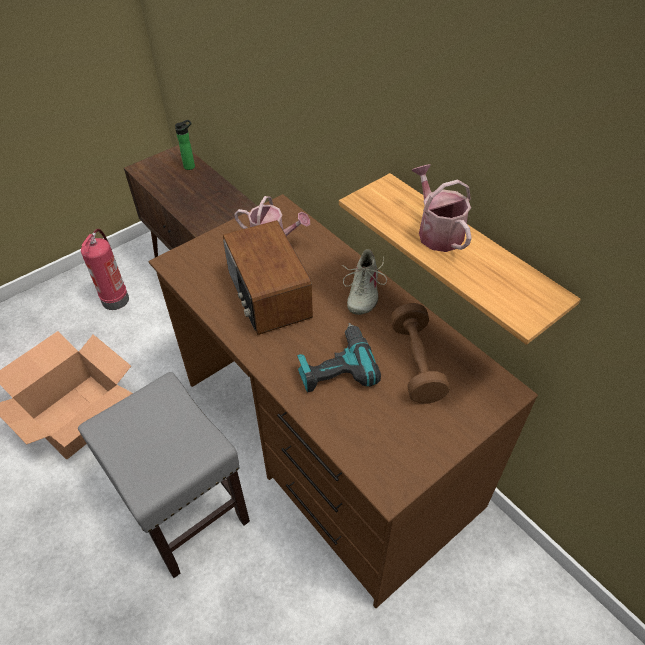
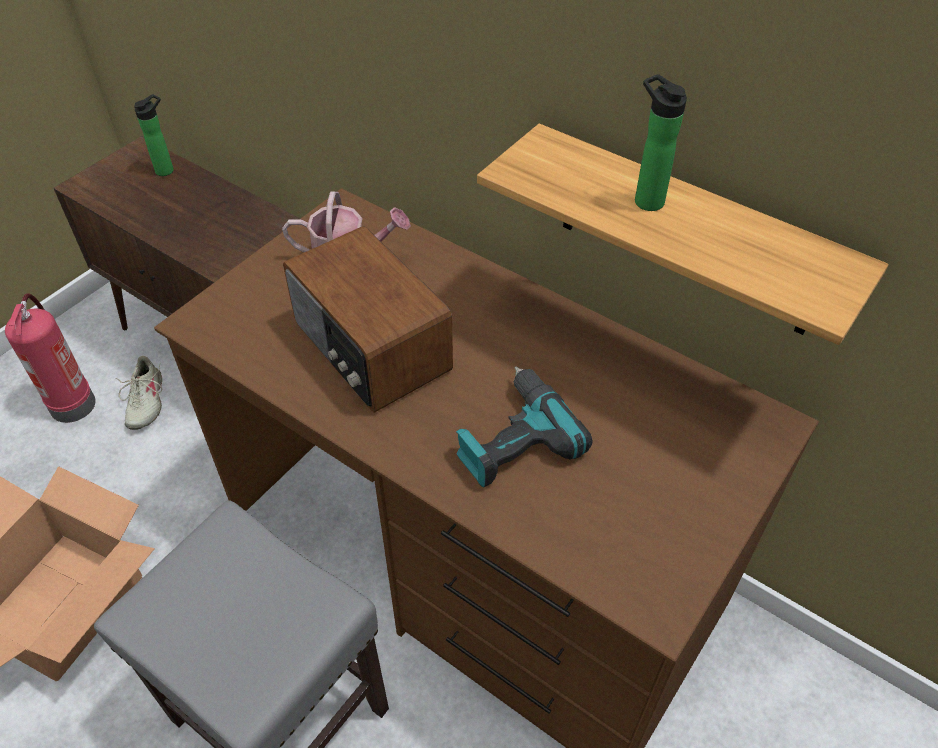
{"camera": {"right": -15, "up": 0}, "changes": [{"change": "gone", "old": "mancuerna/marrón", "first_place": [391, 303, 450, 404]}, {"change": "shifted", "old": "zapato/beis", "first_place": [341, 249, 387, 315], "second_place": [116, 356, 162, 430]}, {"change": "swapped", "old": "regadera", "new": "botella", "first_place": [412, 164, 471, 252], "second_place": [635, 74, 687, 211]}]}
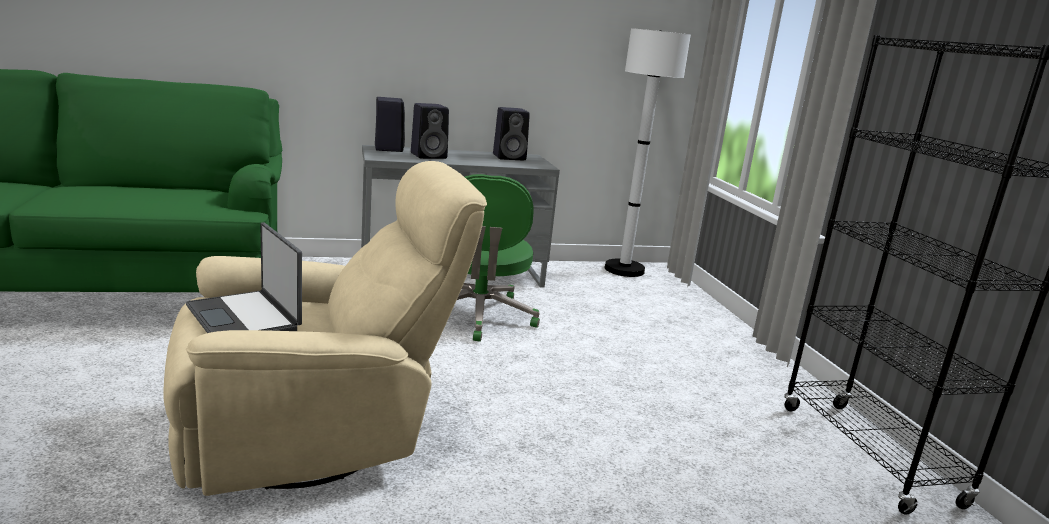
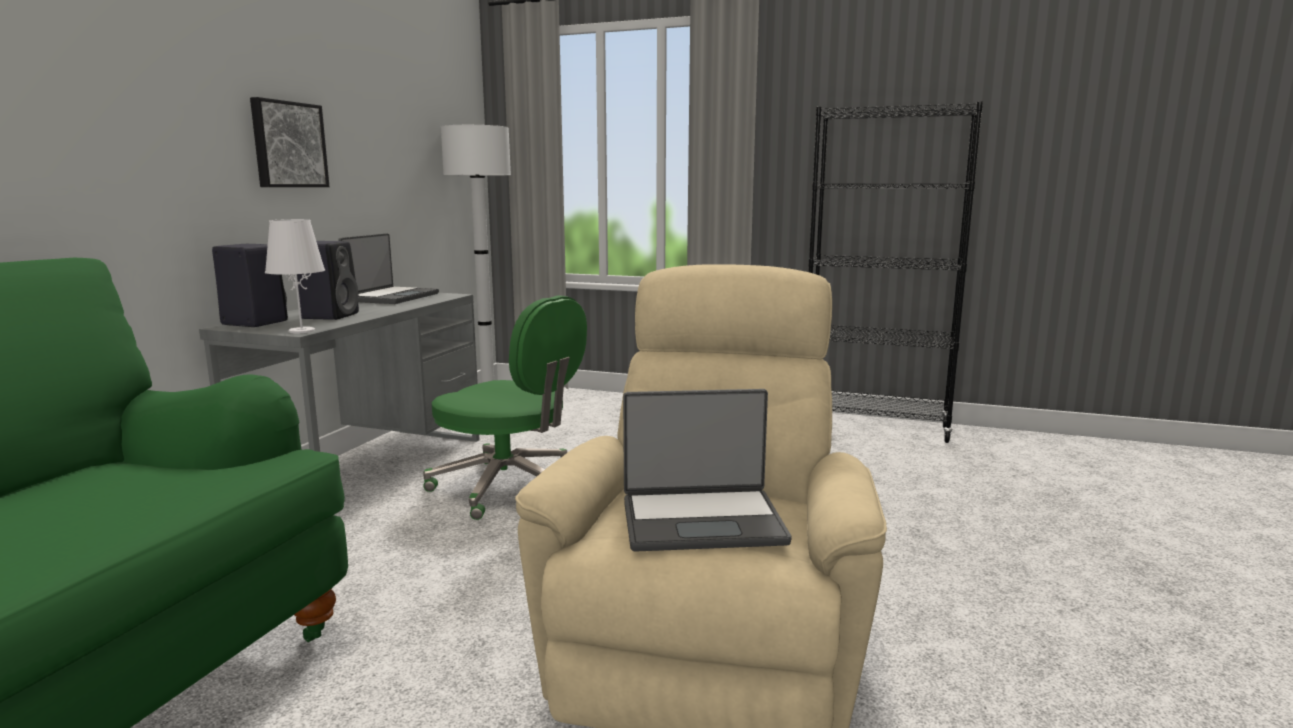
{"camera": {"right": -55, "up": -5}, "changes": [{"change": "new", "new": "cuadro", "second_place": [250, 97, 329, 187]}, {"change": "new", "new": "lámpara de mesa/blanco", "second_place": [265, 219, 325, 334]}, {"change": "swapped", "old": "altavoz/negro", "new": "portátil", "first_place": [493, 107, 530, 160], "second_place": [338, 233, 439, 304]}]}
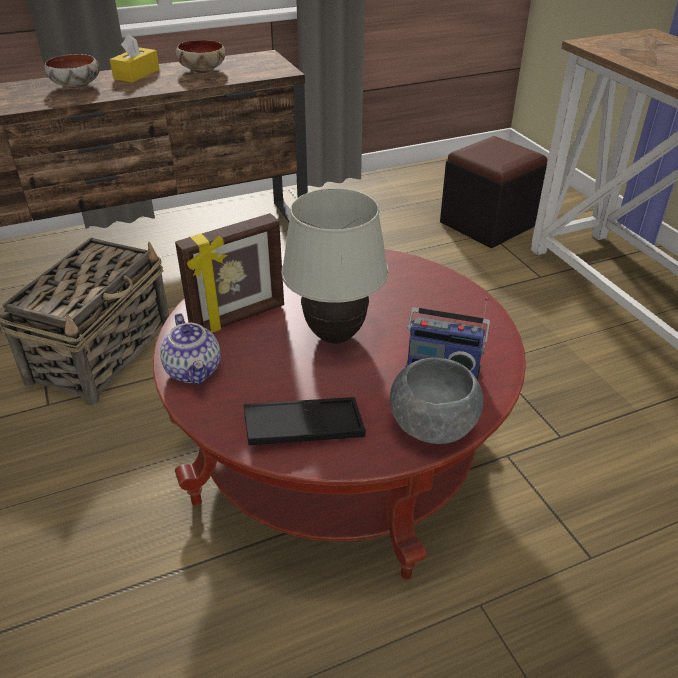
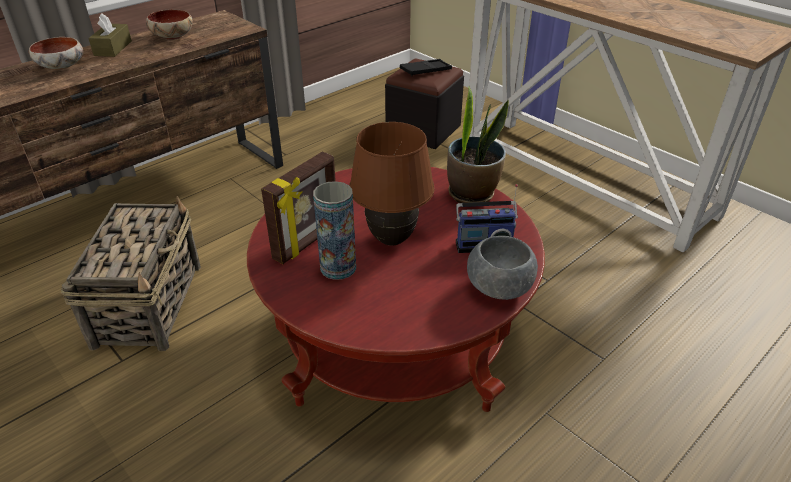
{"camera": {"right": -20, "up": 0}, "changes": [{"change": "gone", "old": "tetera", "first_place": [160, 313, 221, 385]}, {"change": "new", "new": "florero", "second_place": [313, 181, 356, 280]}, {"change": "new", "new": "planta en maceta", "second_place": [447, 87, 509, 203]}, {"change": "shifted", "old": "bandeja/negro", "first_place": [244, 397, 366, 445], "second_place": [400, 59, 452, 76]}, {"change": "repainted", "old": "caja de pañuelos/amarillo", "new": "caja de pañuelos/marrón", "first_place": [110, 34, 160, 83], "second_place": [88, 13, 132, 57]}, {"change": "repainted", "old": "lámpara de mesa/blanco", "new": "lámpara de mesa/marrón", "first_place": [281, 188, 389, 344], "second_place": [349, 122, 434, 245]}]}
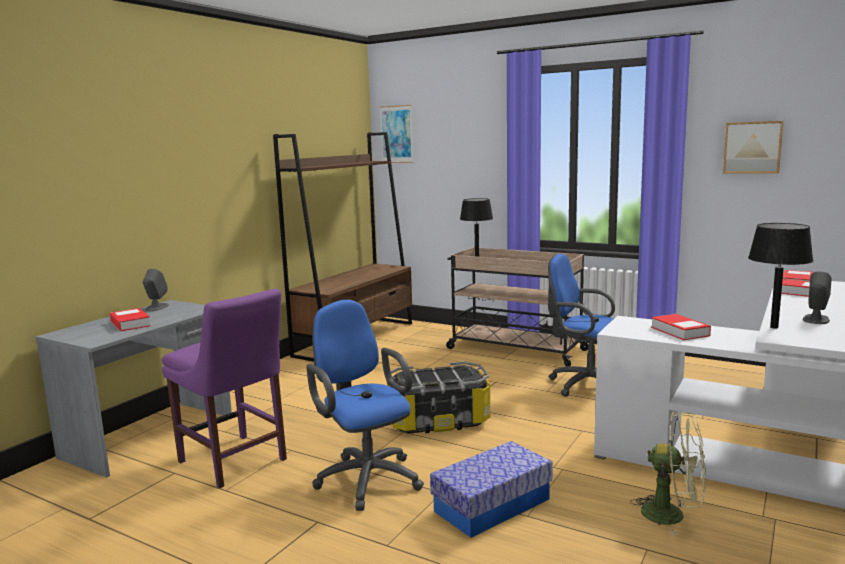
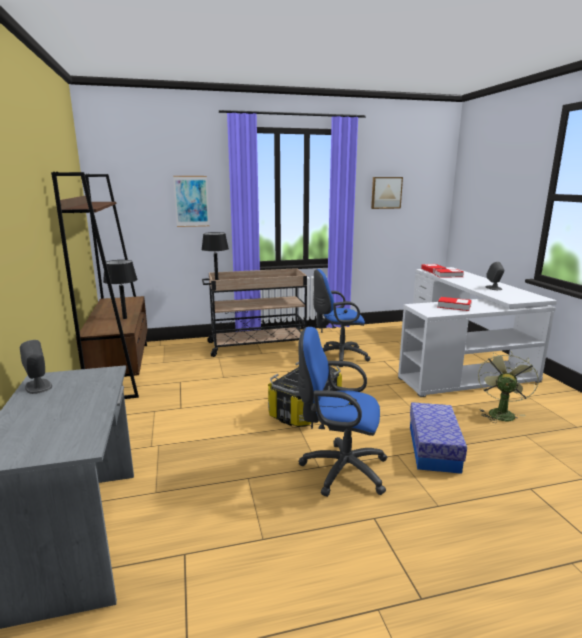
{"camera": {"right": -45, "up": 5}, "changes": [{"change": "gone", "old": "libro", "first_place": [110, 308, 151, 331]}, {"change": "gone", "old": "silla/morado", "first_place": [162, 289, 287, 489]}, {"change": "shifted", "old": "cuadro", "first_place": [380, 105, 413, 163], "second_place": [173, 176, 209, 227]}, {"change": "shifted", "old": "lámpara de mesa/negro", "first_place": [748, 223, 813, 329], "second_place": [103, 260, 138, 319]}, {"change": "rotated", "old": "ventilador/verde", "first_place": [630, 411, 706, 536], "second_place": [478, 351, 538, 423], "degrees": -45}]}
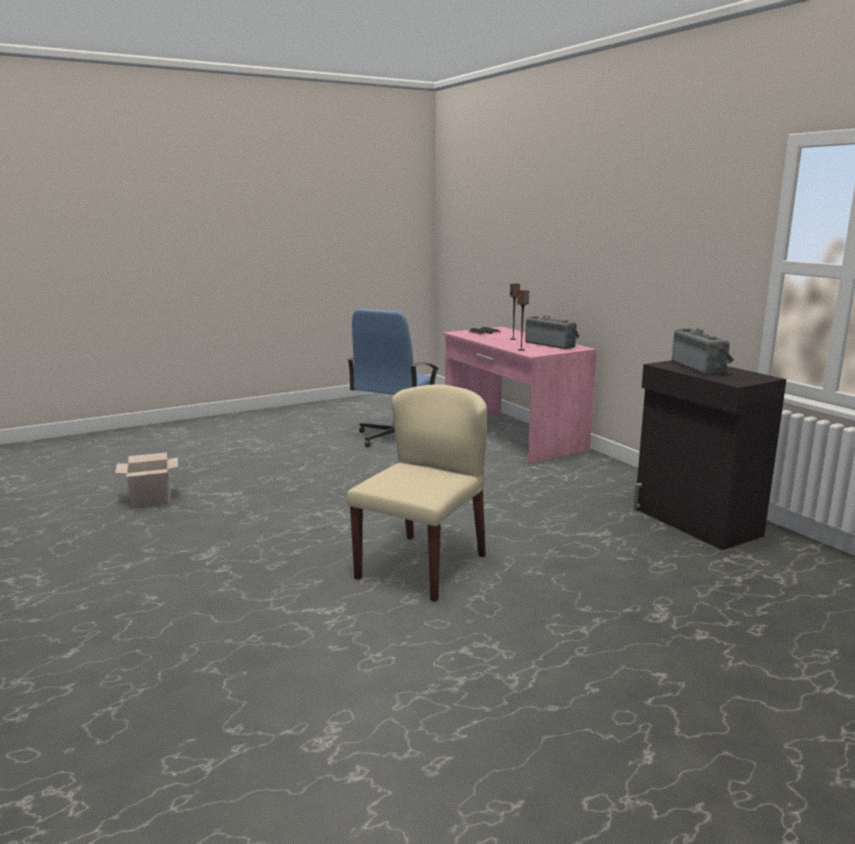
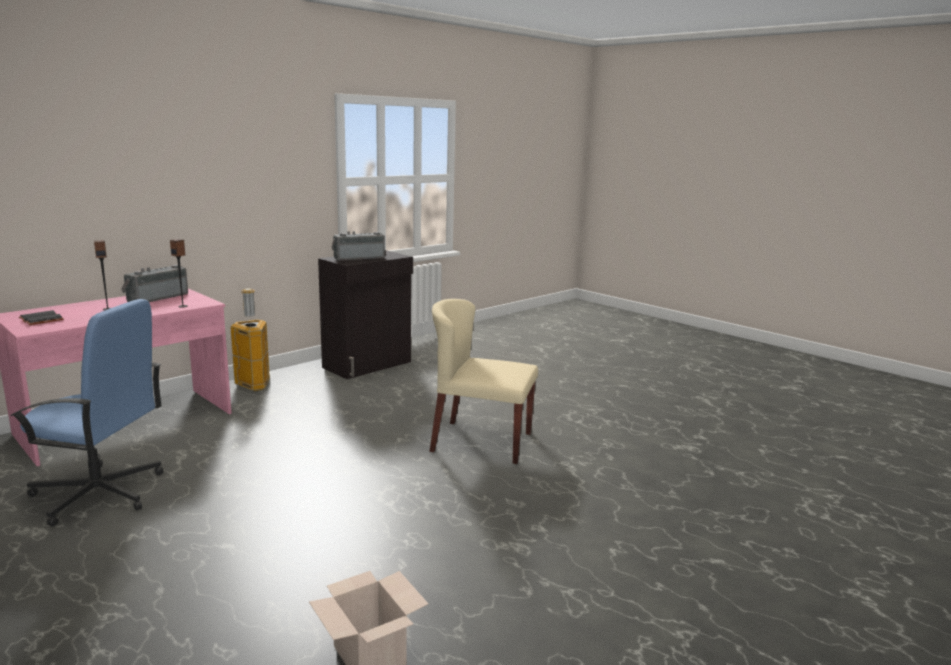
{"camera": {"right": -105, "up": 0}, "changes": [{"change": "new", "new": "papelera", "second_place": [230, 288, 270, 391]}]}
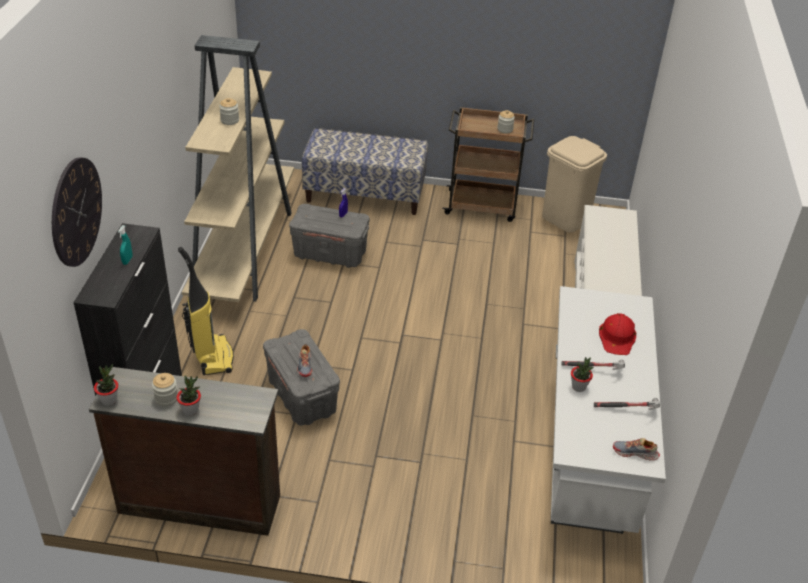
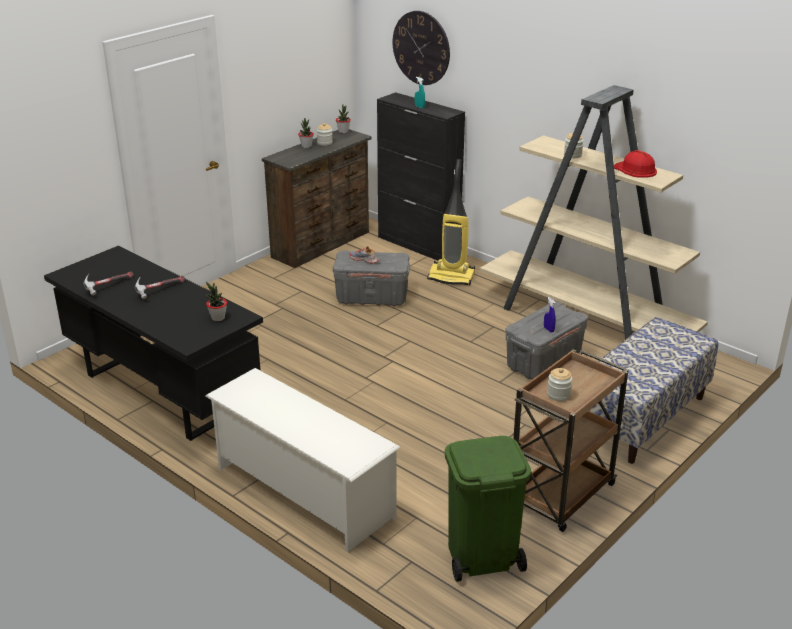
{"camera": {"right": 125, "up": -10}, "changes": [{"change": "gone", "old": "zapato", "first_place": [613, 438, 660, 460]}, {"change": "shifted", "old": "planta en maceta", "first_place": [571, 357, 594, 392], "second_place": [206, 282, 227, 321]}, {"change": "shifted", "old": "casco/rojo", "first_place": [599, 313, 636, 355], "second_place": [614, 150, 657, 178]}, {"change": "repainted", "old": "papelera/beis", "new": "papelera/verde", "first_place": [542, 136, 607, 233], "second_place": [445, 436, 531, 582]}, {"change": "repainted", "old": "escritorio/blanco", "new": "escritorio/negro", "first_place": [551, 286, 666, 534], "second_place": [44, 246, 263, 441]}]}
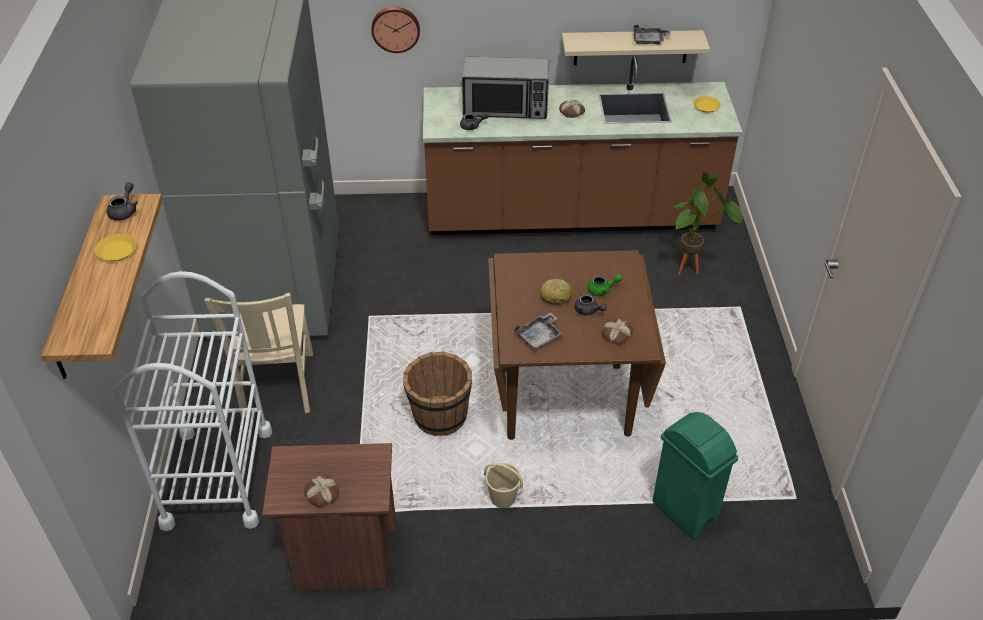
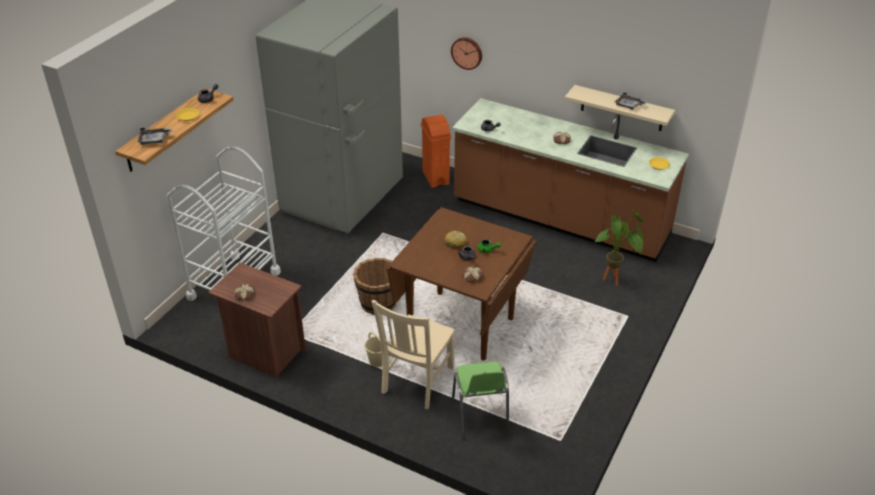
{"camera": {"right": 30, "up": -5}, "changes": [{"change": "gone", "old": "microondas", "first_place": [462, 57, 549, 119]}, {"change": "new", "new": "papelera/naranja", "second_place": [421, 115, 451, 188]}, {"change": "shifted", "old": "silla/beis", "first_place": [204, 293, 313, 417], "second_place": [371, 300, 455, 409]}, {"change": "shifted", "old": "bandeja/gris", "first_place": [515, 313, 563, 350], "second_place": [138, 127, 173, 145]}, {"change": "swapped", "old": "papelera/verde", "new": "silla/verde", "first_place": [653, 412, 738, 539], "second_place": [452, 362, 509, 440]}]}
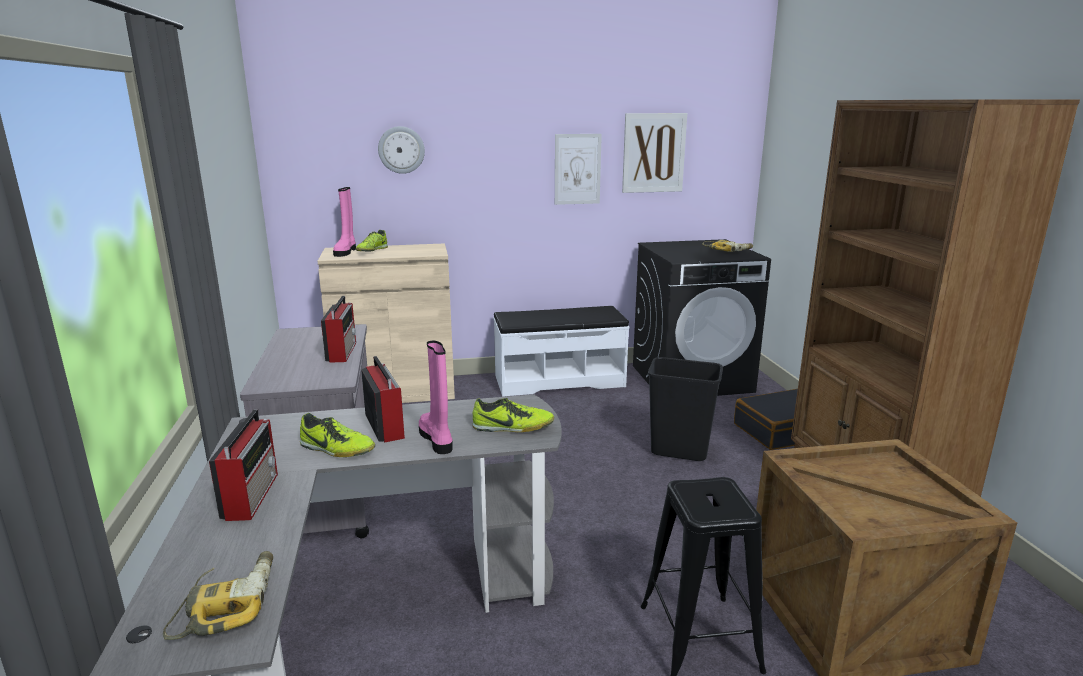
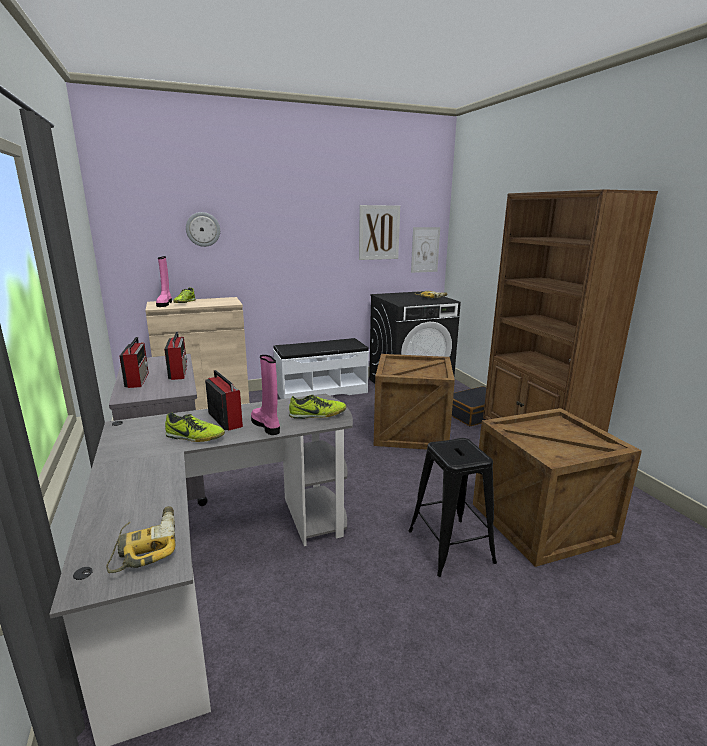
{"camera": {"right": -10, "up": 0}, "changes": [{"change": "shifted", "old": "radio", "first_place": [209, 409, 278, 521], "second_place": [119, 337, 149, 388]}, {"change": "shifted", "old": "cuadro", "first_place": [555, 134, 602, 205], "second_place": [411, 227, 440, 273]}, {"change": "swapped", "old": "papelera/negro", "new": "caja de embalaje", "first_place": [648, 357, 723, 461], "second_place": [374, 354, 455, 450]}]}
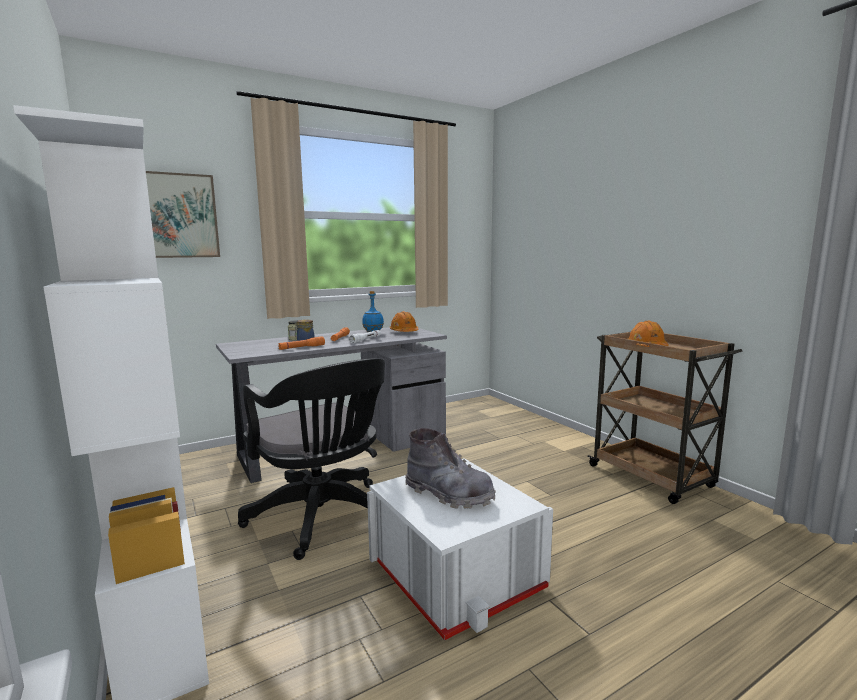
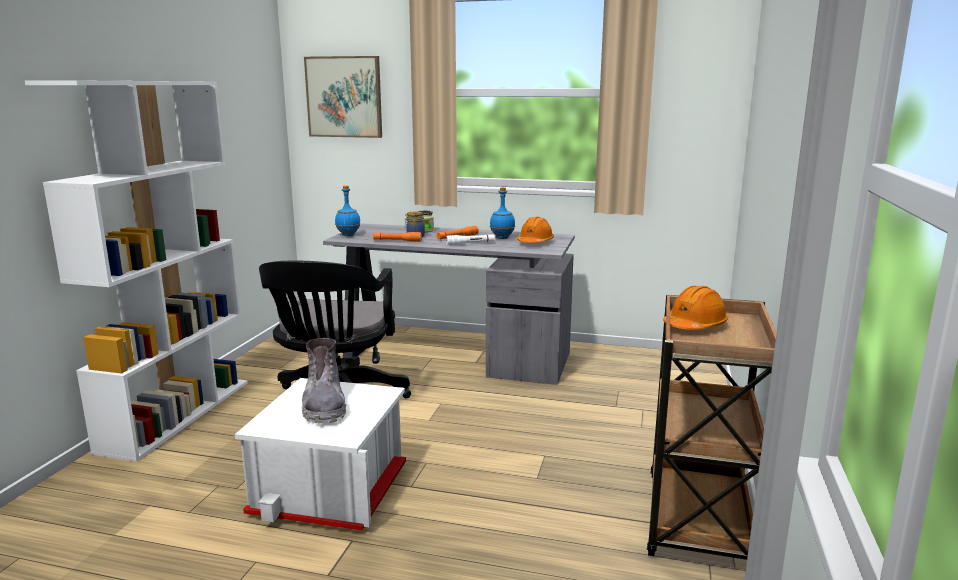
{"camera": {"right": 45, "up": 5}, "changes": [{"change": "new", "new": "botella/azul", "second_place": [335, 186, 361, 236]}]}
